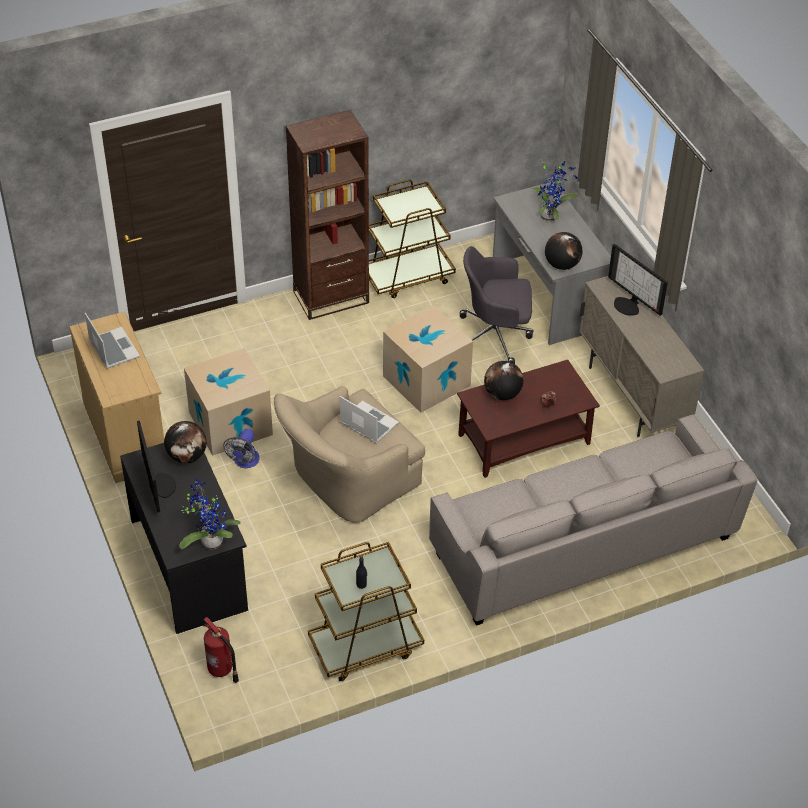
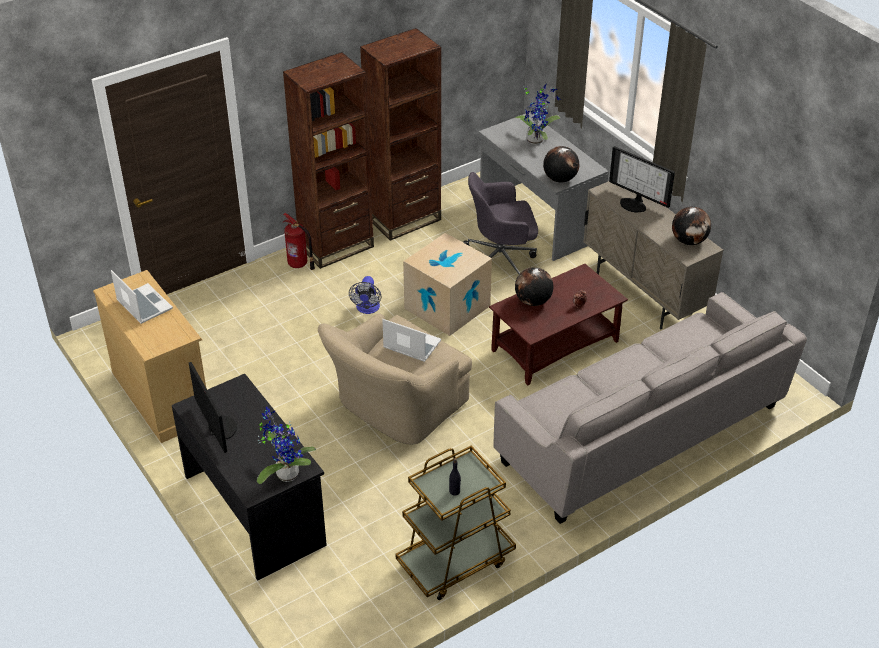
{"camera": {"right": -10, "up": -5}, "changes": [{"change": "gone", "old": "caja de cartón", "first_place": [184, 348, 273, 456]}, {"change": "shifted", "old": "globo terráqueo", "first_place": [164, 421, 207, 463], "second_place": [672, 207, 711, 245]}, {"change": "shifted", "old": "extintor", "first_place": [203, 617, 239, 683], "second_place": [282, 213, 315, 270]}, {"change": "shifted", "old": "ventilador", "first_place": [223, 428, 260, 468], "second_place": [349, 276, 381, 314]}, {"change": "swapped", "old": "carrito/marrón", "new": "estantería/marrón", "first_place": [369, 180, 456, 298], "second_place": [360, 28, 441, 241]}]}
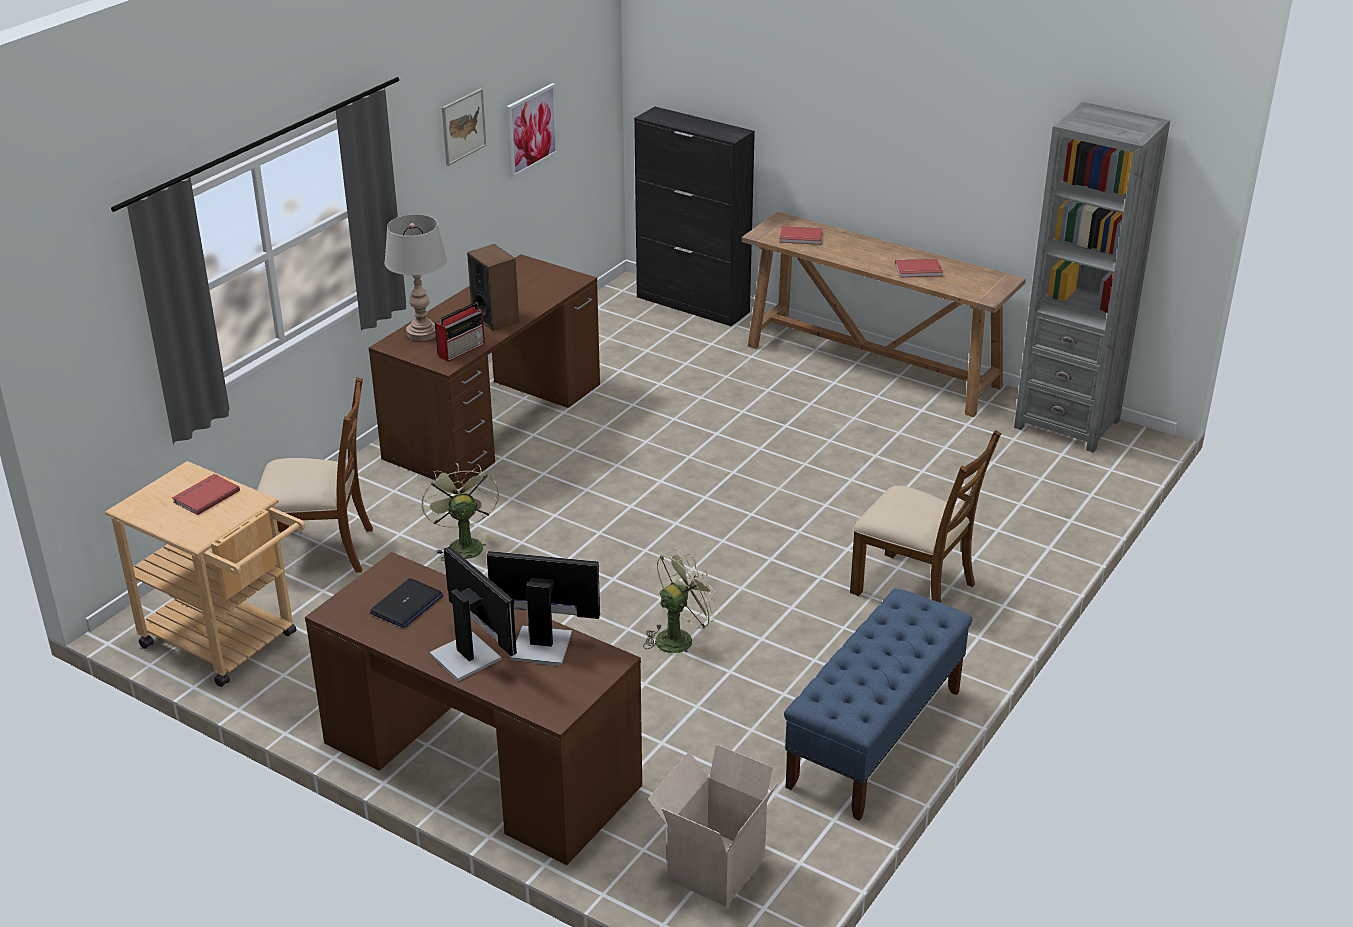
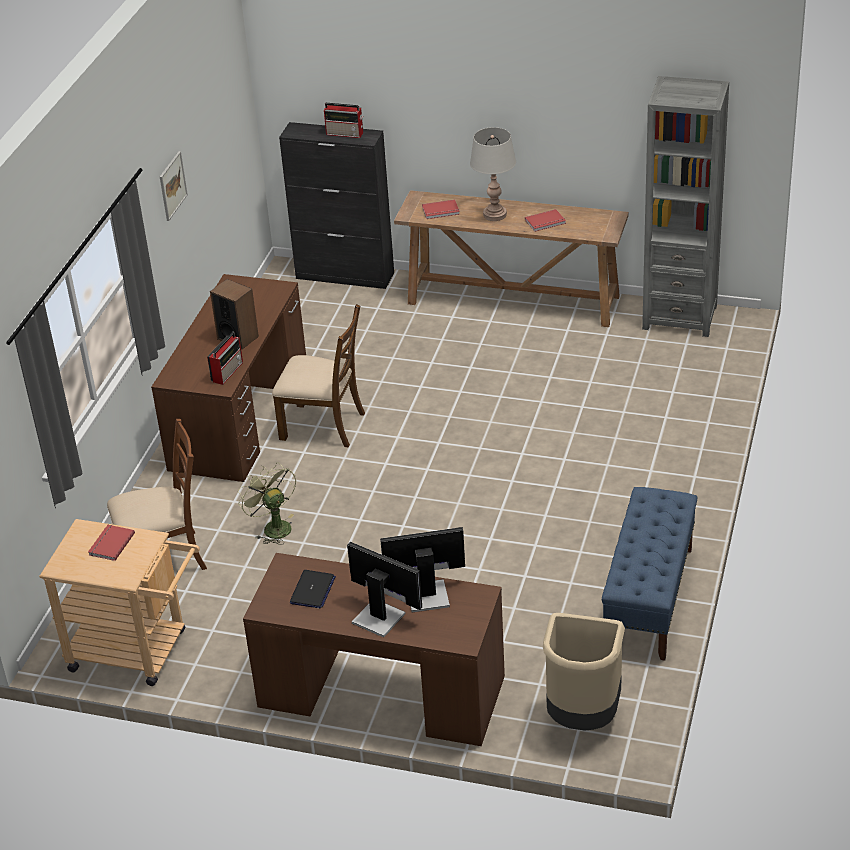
{"camera": {"right": -15, "up": 5}, "changes": [{"change": "gone", "old": "cuadro", "first_place": [506, 83, 558, 178]}, {"change": "gone", "old": "ventilador/verde", "first_place": [643, 549, 721, 653]}, {"change": "new", "new": "radio", "second_place": [324, 103, 363, 138]}, {"change": "shifted", "old": "lámpara de mesa/gris", "first_place": [384, 214, 447, 341], "second_place": [470, 127, 516, 221]}, {"change": "shifted", "old": "silla/marrón", "first_place": [850, 430, 1001, 603], "second_place": [272, 304, 365, 447]}, {"change": "swapped", "old": "caja de cartón", "new": "papelera/beis", "first_place": [648, 744, 778, 907], "second_place": [543, 613, 625, 731]}]}
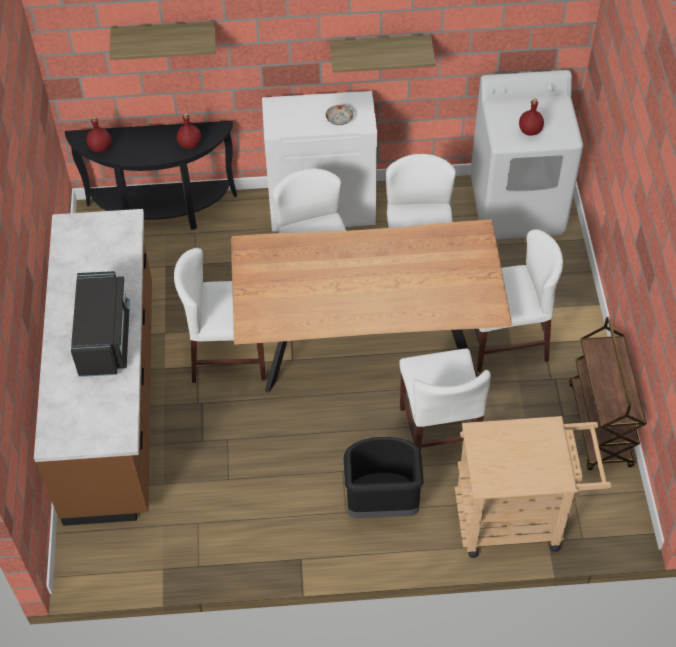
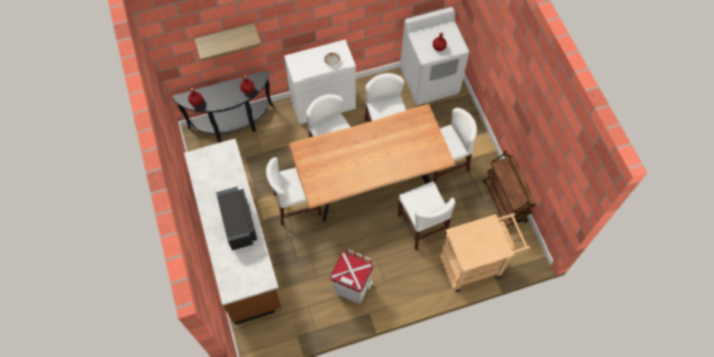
{"camera": {"right": -15, "up": 10}, "changes": [{"change": "gone", "old": "estante", "first_place": [330, 35, 436, 73]}, {"change": "gone", "old": "papelera/negro", "first_place": [344, 437, 424, 518]}, {"change": "new", "new": "papelera/blanco", "second_place": [330, 249, 373, 304]}]}
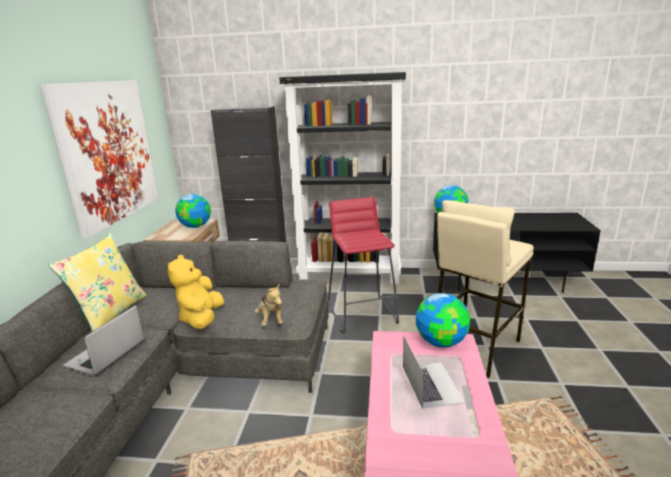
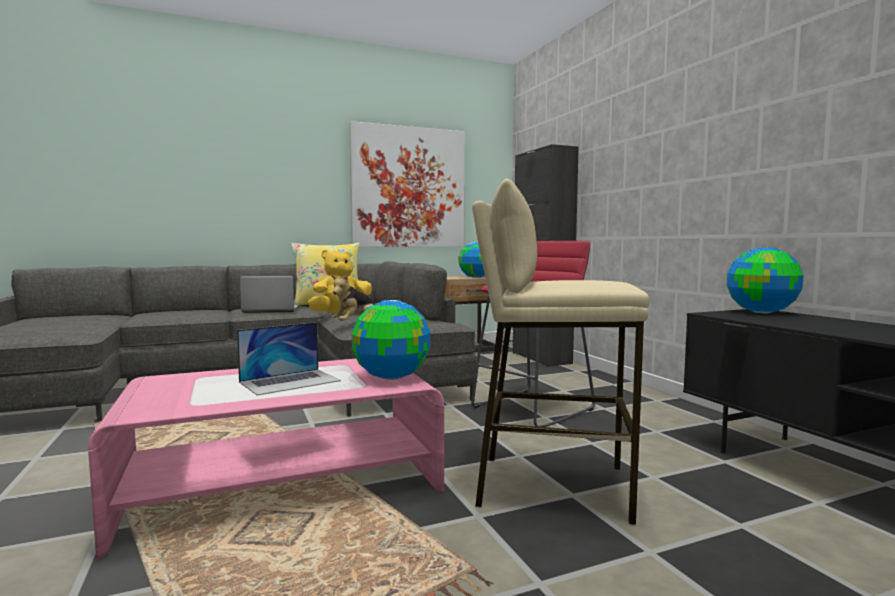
{"camera": {"right": 60, "up": -15}, "changes": [{"change": "gone", "old": "estantería/negro", "first_place": [279, 72, 406, 284]}]}
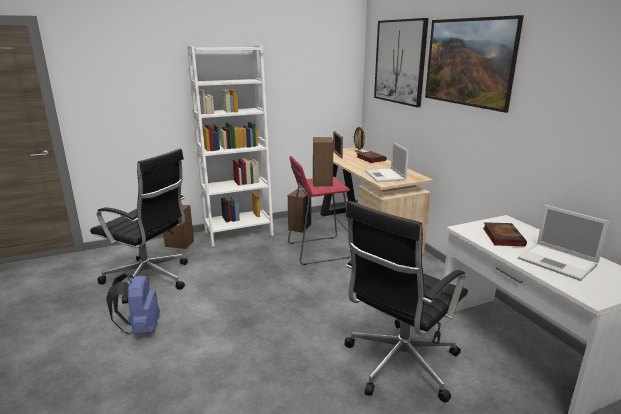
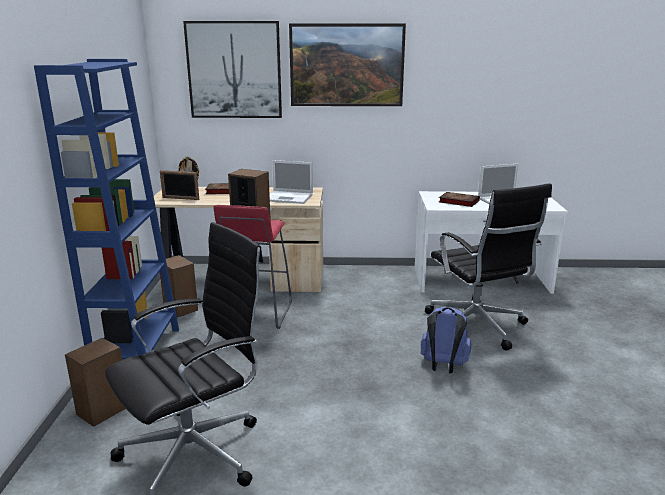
{"camera": {"right": -65, "up": 0}, "changes": [{"change": "shifted", "old": "mochila/azul", "first_place": [106, 274, 160, 335], "second_place": [421, 307, 471, 373]}, {"change": "repainted", "old": "estantería/blanco", "new": "estantería/azul", "first_place": [187, 45, 274, 246], "second_place": [34, 59, 179, 360]}]}
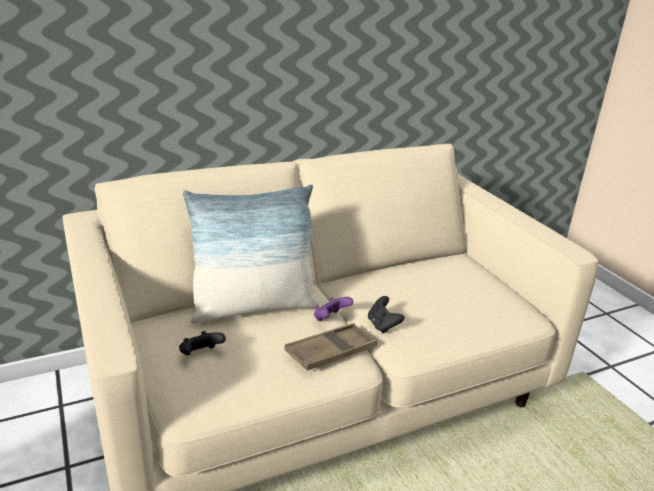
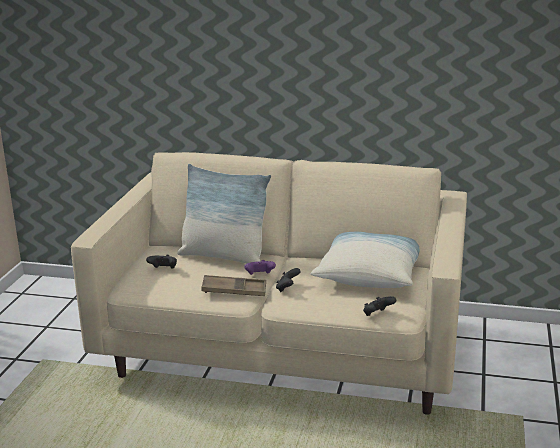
{"camera": {"right": 40, "up": -5}, "changes": [{"change": "new", "new": "cojín", "second_place": [311, 232, 420, 288]}, {"change": "new", "new": "mando de consola/negro", "second_place": [363, 296, 396, 316]}]}
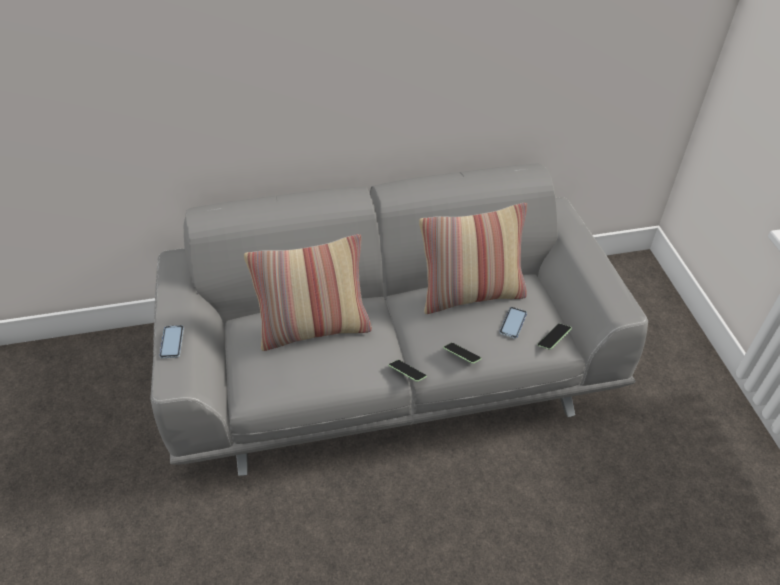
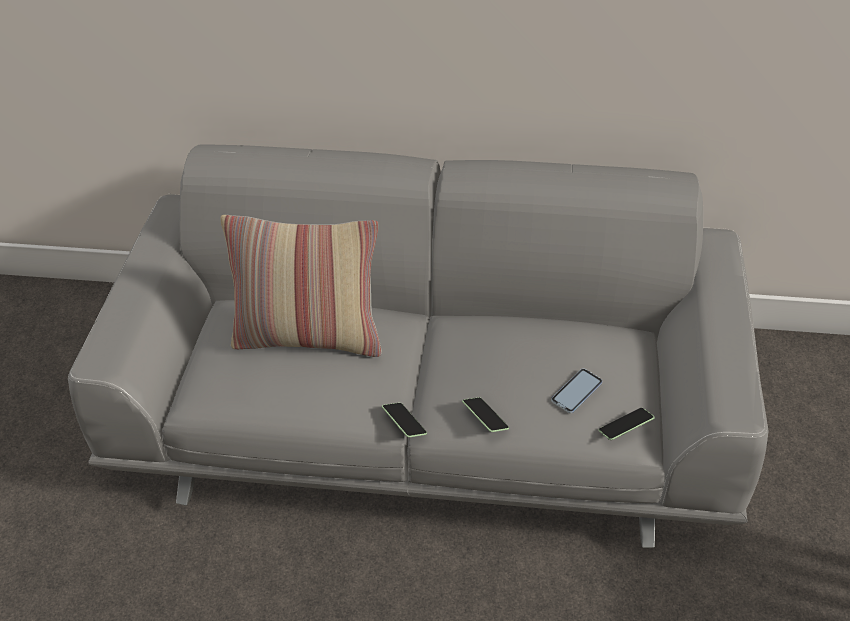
{"camera": {"right": 20, "up": 0}, "changes": [{"change": "gone", "old": "móvil", "first_place": [159, 325, 184, 358]}, {"change": "gone", "old": "cojín", "first_place": [419, 203, 527, 314]}]}
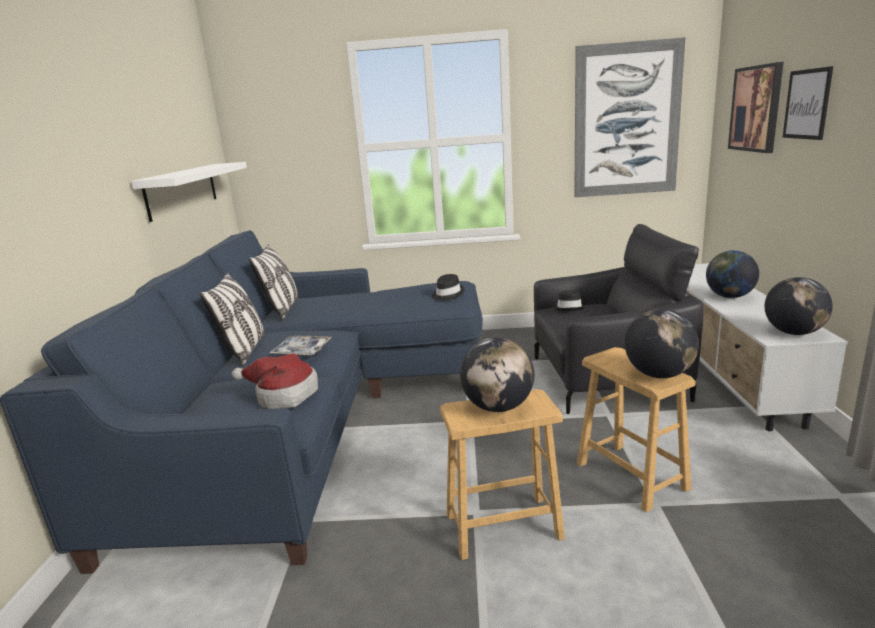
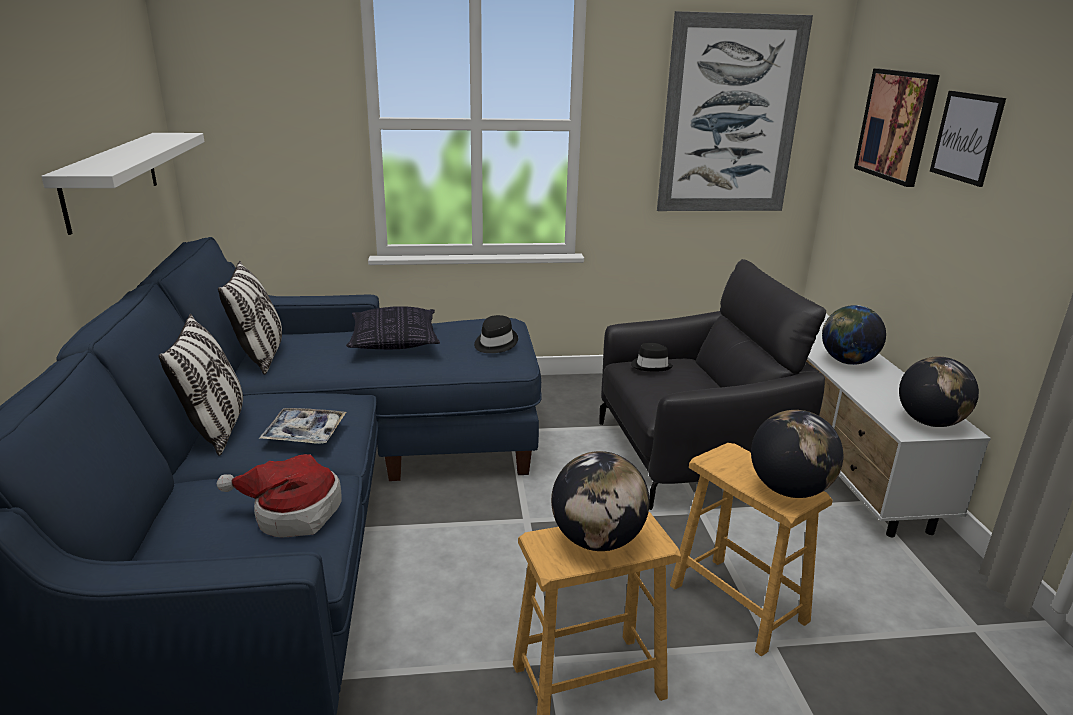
{"camera": {"right": -10, "up": 5}, "changes": [{"change": "new", "new": "cojín", "second_place": [346, 306, 440, 349]}]}
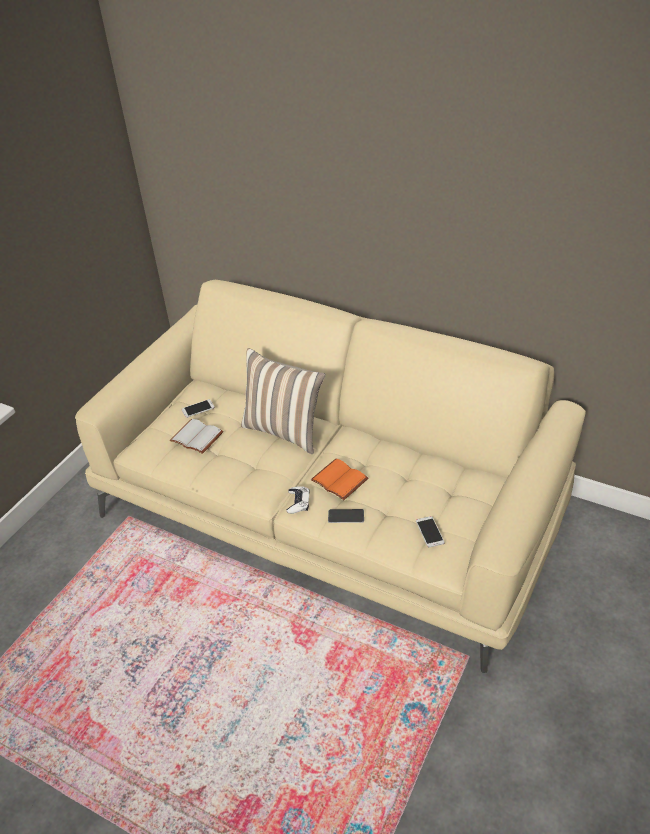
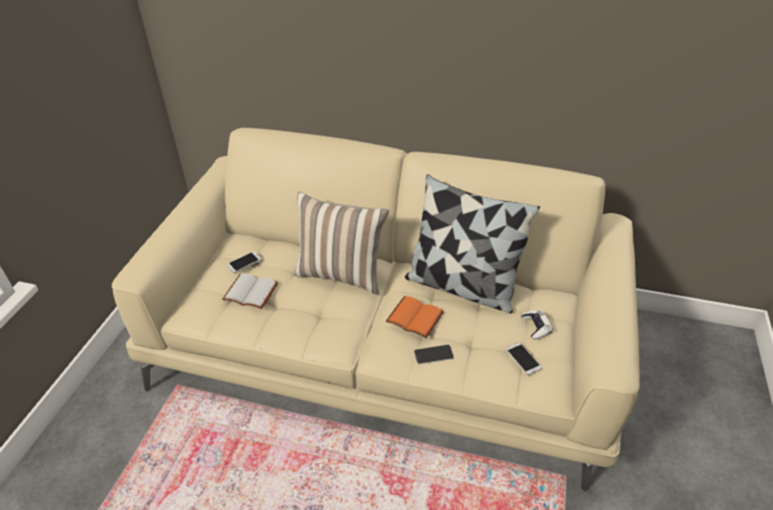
{"camera": {"right": -15, "up": 0}, "changes": [{"change": "new", "new": "cojín", "second_place": [405, 174, 540, 314]}, {"change": "shifted", "old": "mando de consola/blanco", "first_place": [287, 487, 310, 514], "second_place": [521, 310, 553, 339]}]}
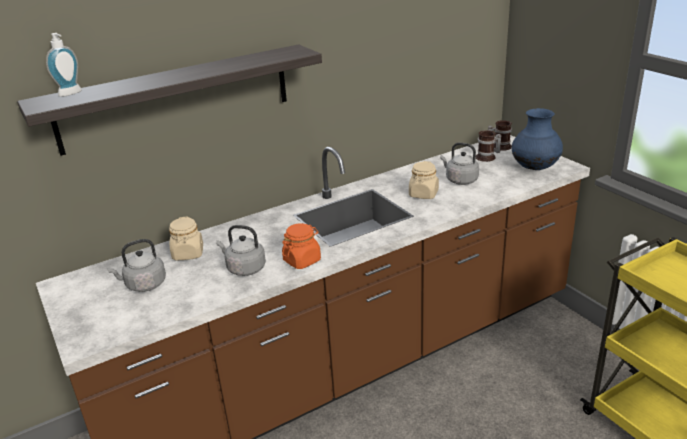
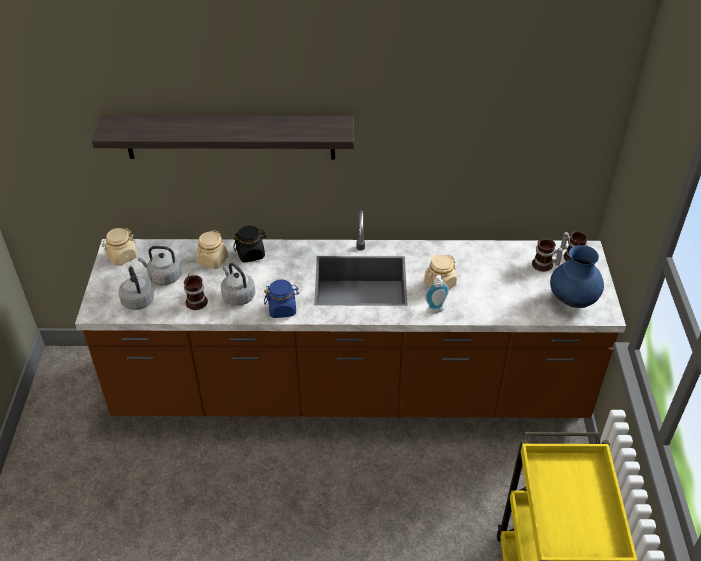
{"camera": {"right": 30, "up": 15}, "changes": [{"change": "new", "new": "tarro/beis", "second_place": [102, 228, 138, 266]}, {"change": "new", "new": "taza grande", "second_place": [184, 273, 208, 310]}, {"change": "new", "new": "tarro/negro", "second_place": [233, 226, 266, 263]}, {"change": "shifted", "old": "dispensador de jabón", "first_place": [46, 33, 82, 97], "second_place": [425, 275, 449, 314]}, {"change": "shifted", "old": "hervidor/gris", "first_place": [440, 142, 479, 185], "second_place": [118, 266, 154, 310]}, {"change": "repainted", "old": "tarro/naranja", "new": "tarro/azul", "first_place": [282, 223, 321, 269], "second_place": [264, 279, 299, 318]}]}
